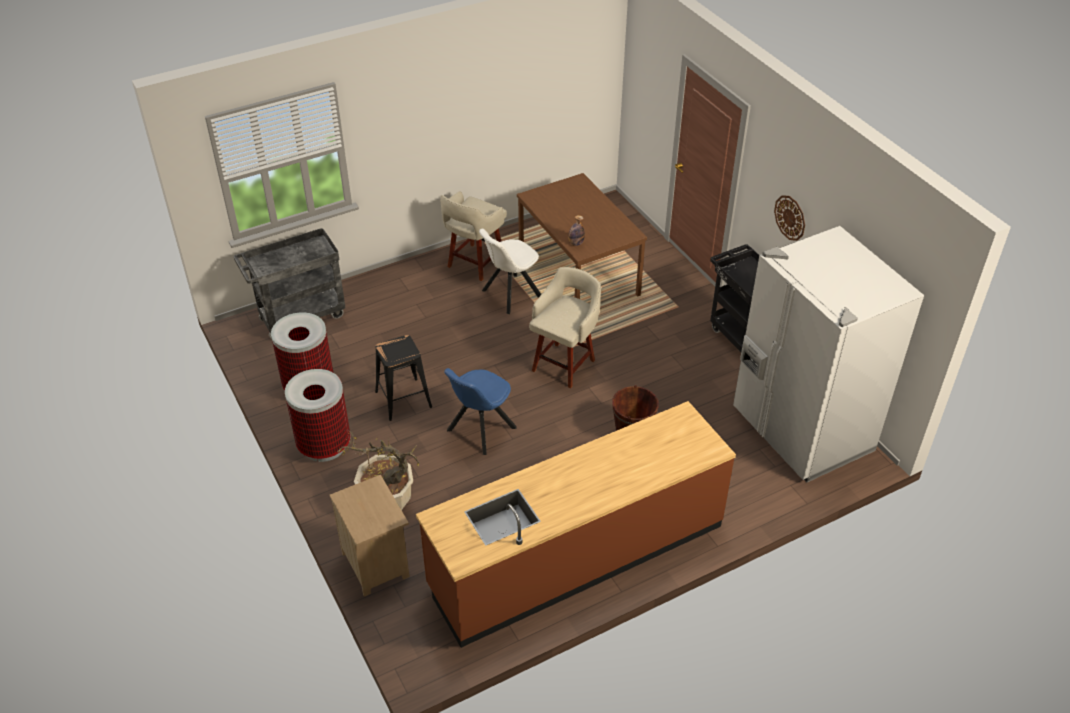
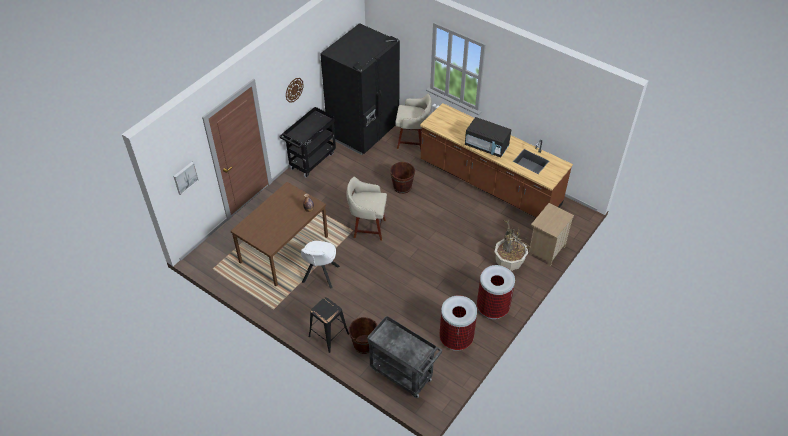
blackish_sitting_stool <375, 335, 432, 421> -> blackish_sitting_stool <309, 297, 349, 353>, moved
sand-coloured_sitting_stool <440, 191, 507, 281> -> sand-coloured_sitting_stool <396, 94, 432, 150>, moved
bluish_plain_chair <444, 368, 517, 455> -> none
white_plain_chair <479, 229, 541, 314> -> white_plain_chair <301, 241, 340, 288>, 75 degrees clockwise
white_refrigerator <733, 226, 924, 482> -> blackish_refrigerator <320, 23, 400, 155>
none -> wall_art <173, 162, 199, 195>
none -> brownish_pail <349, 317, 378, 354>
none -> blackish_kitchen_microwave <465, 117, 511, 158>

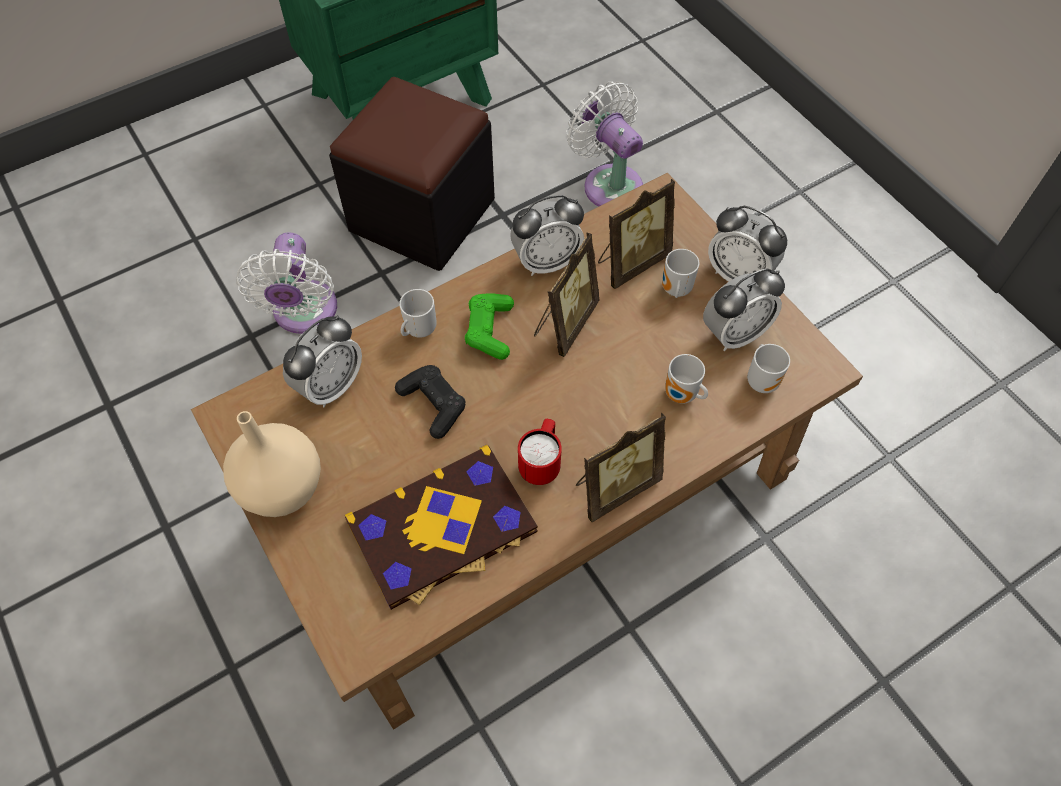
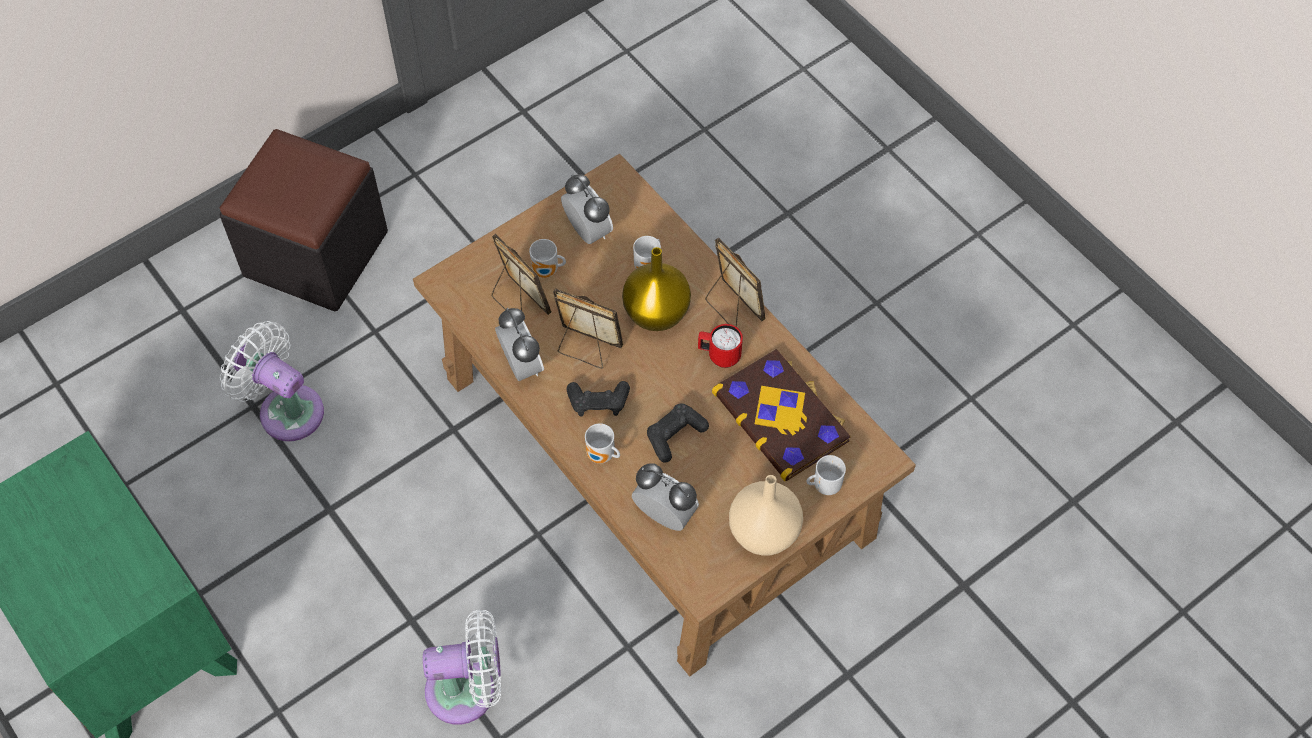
blackish_pouffe <329, 77, 495, 271> -> blackish_pouffe <219, 129, 388, 312>, moved
greenish_joypad <465, 293, 514, 360> -> blackish_joypad <566, 381, 630, 417>
white_fan <566, 82, 643, 207> -> white_fan <220, 321, 324, 441>, 75 degrees clockwise
table_clock <708, 206, 787, 282> -> none
mug <747, 344, 790, 393> -> mug <806, 455, 846, 495>, moved
none -> yellow-coloured_decorative_vase <622, 247, 691, 331>

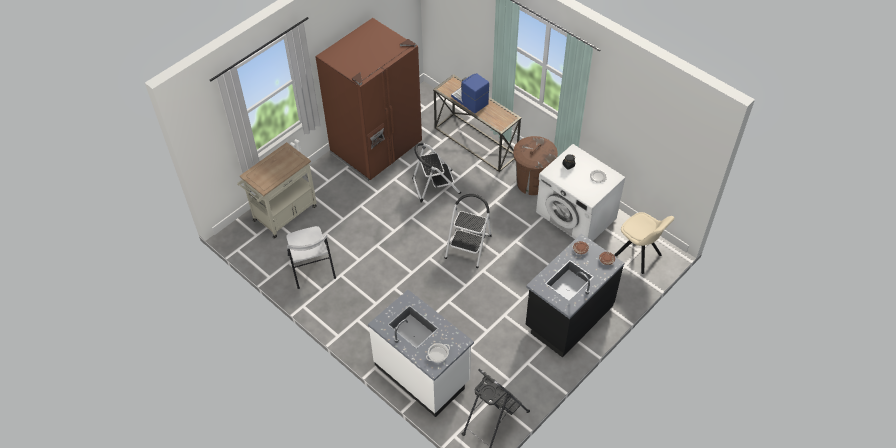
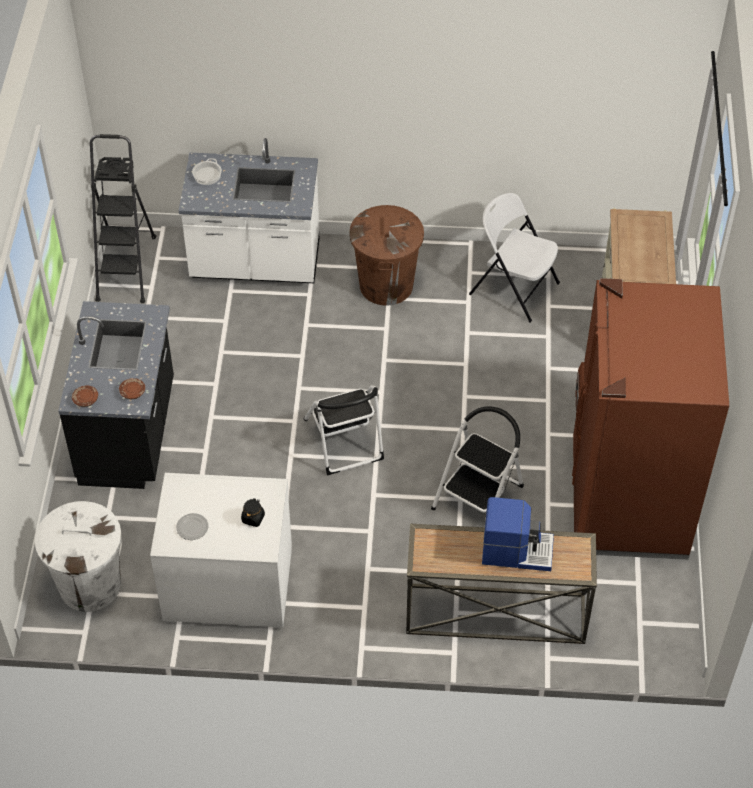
brownish_trash_can <513, 136, 558, 195> -> brownish_trash_can <349, 205, 424, 306>, moved
sand-coloured_plain_chair <614, 212, 674, 274> -> white_trash_can <35, 501, 122, 612>

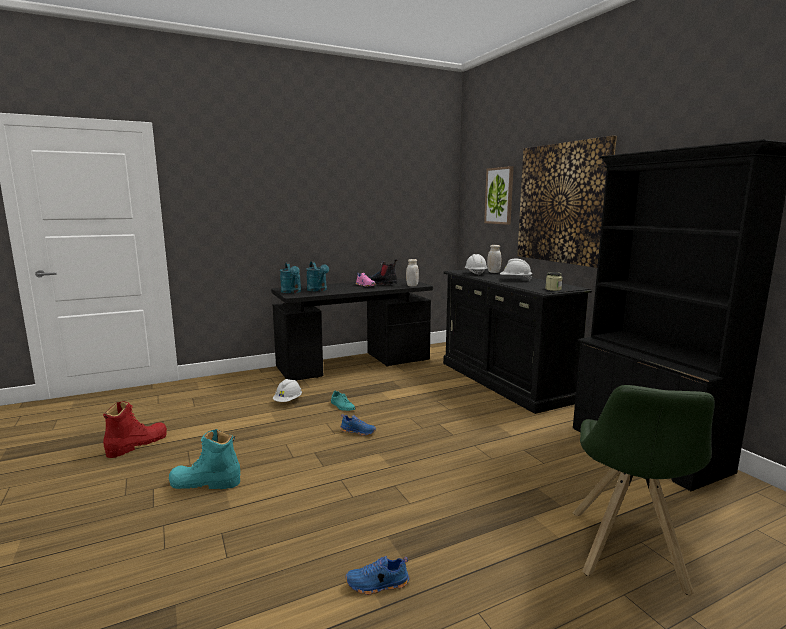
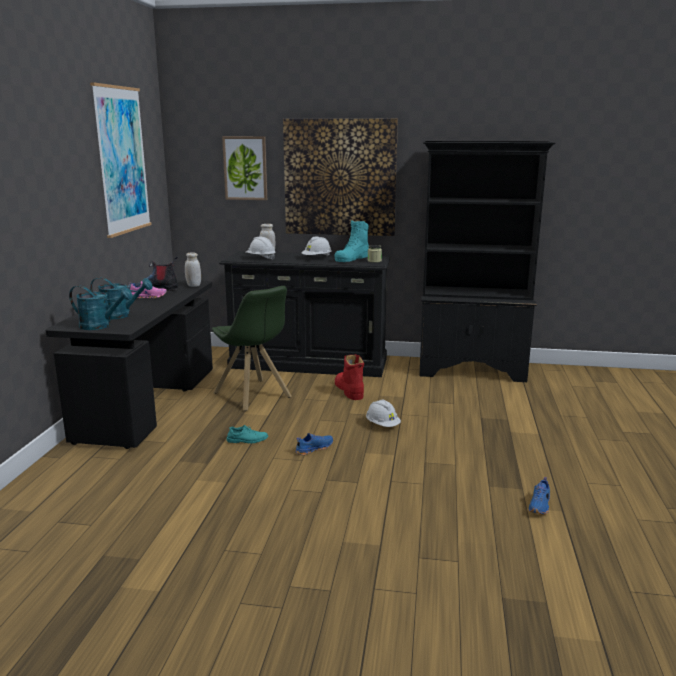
reddish_boot <103, 401, 167, 458> -> reddish_boot <335, 354, 364, 400>, moved
turquoise-coloured_boot <169, 429, 240, 489> -> turquoise-coloured_boot <334, 220, 369, 262>, moved
white_work_helmet <273, 379, 302, 402> -> white_work_helmet <366, 400, 401, 427>, moved
greenish_plain_chair <573, 385, 715, 596> -> greenish_plain_chair <212, 286, 291, 411>, moved
none -> wall_art <90, 82, 152, 238>

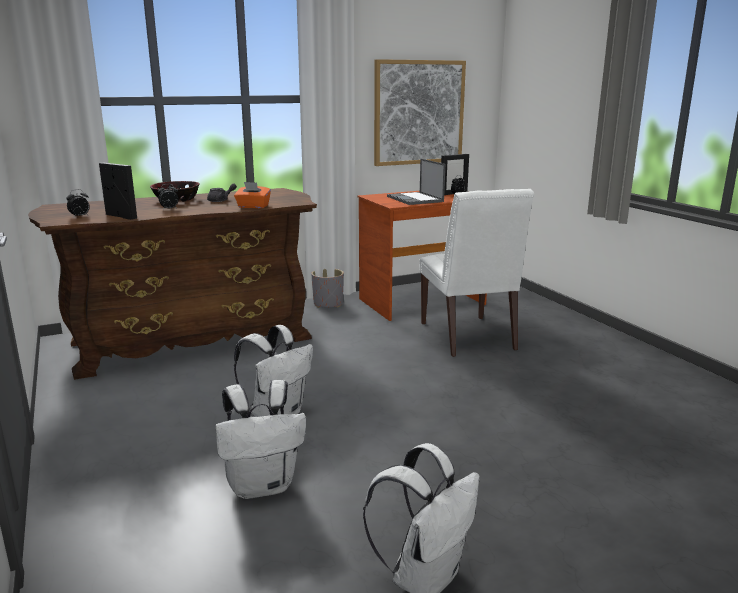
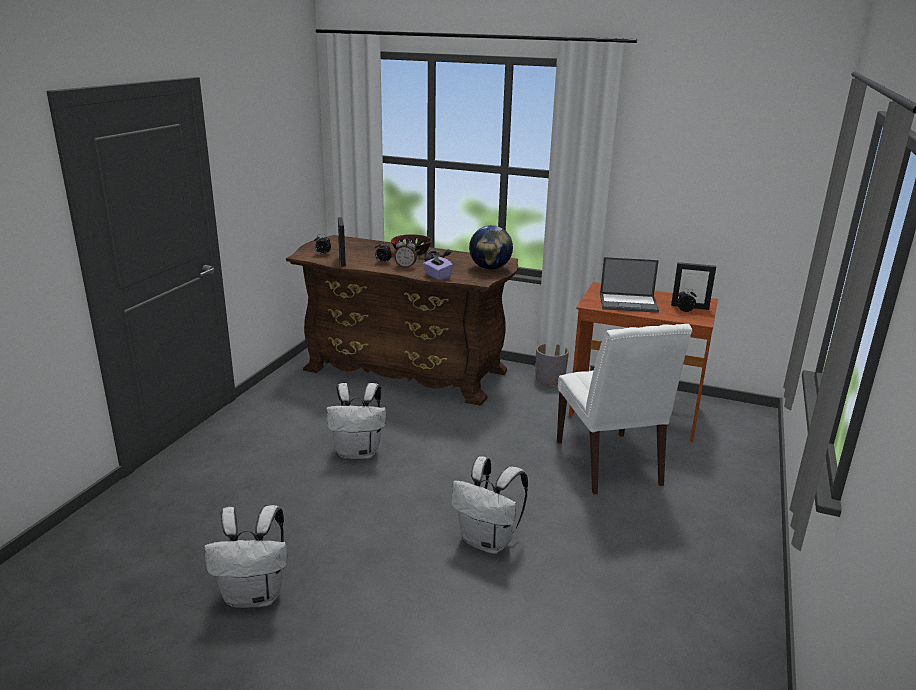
white_rucksack <216, 380, 306, 499> -> white_rucksack <451, 456, 528, 554>, moved
orangey_box_of_tissues <234, 182, 271, 208> -> purplish_box_of_tissues <423, 254, 453, 280>
wall_art <374, 59, 466, 166> -> none
laptop <387, 159, 445, 205> -> laptop <600, 257, 659, 313>, 105 degrees counterclockwise
white_plain_chair <419, 189, 534, 357> -> white_plain_chair <557, 324, 692, 494>, 45 degrees counterclockwise
none -> table_clock <394, 238, 417, 268>
none -> globe <469, 225, 513, 270>

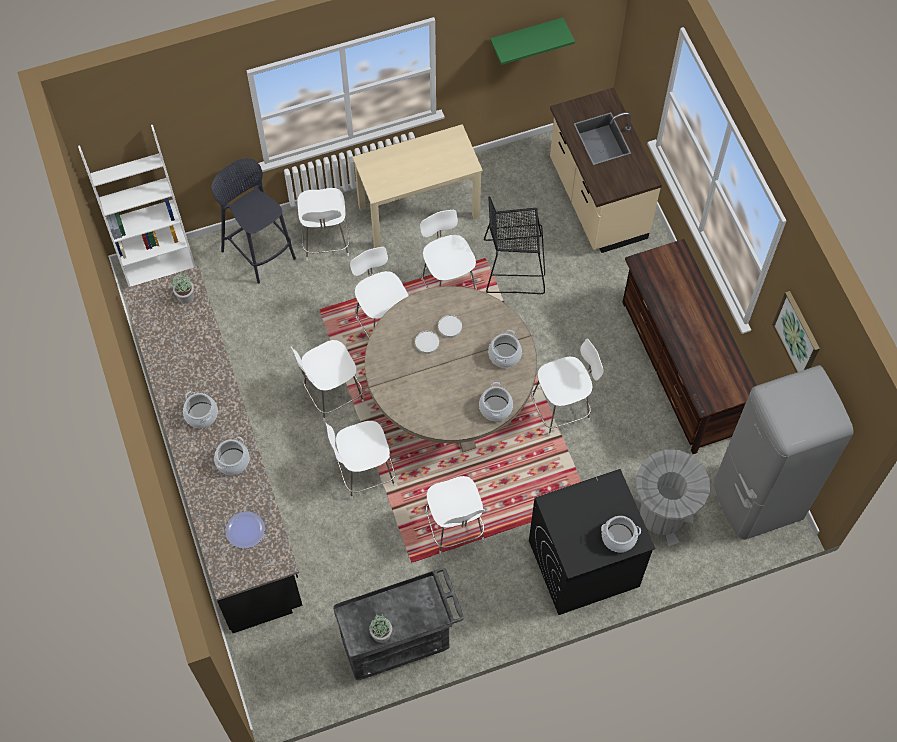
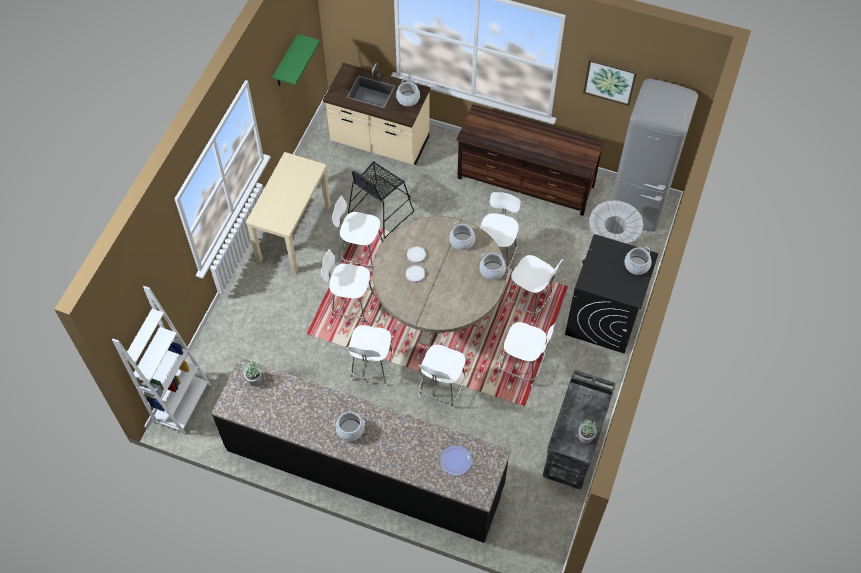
grey_sitting_stool <211, 158, 296, 284> -> none
cooking_pot <214, 437, 250, 475> -> cooking_pot <396, 79, 420, 106>, moved
white_plain_chair <297, 188, 350, 260> -> white_plain_chair <505, 255, 563, 320>, moved

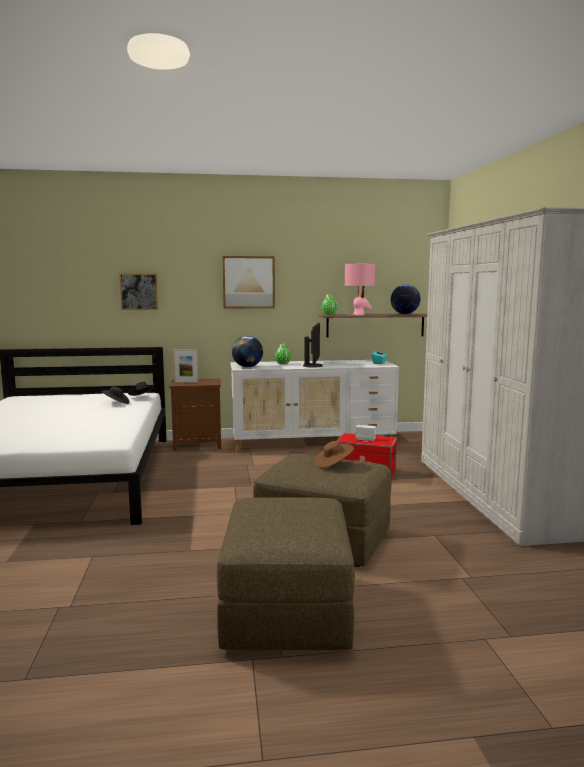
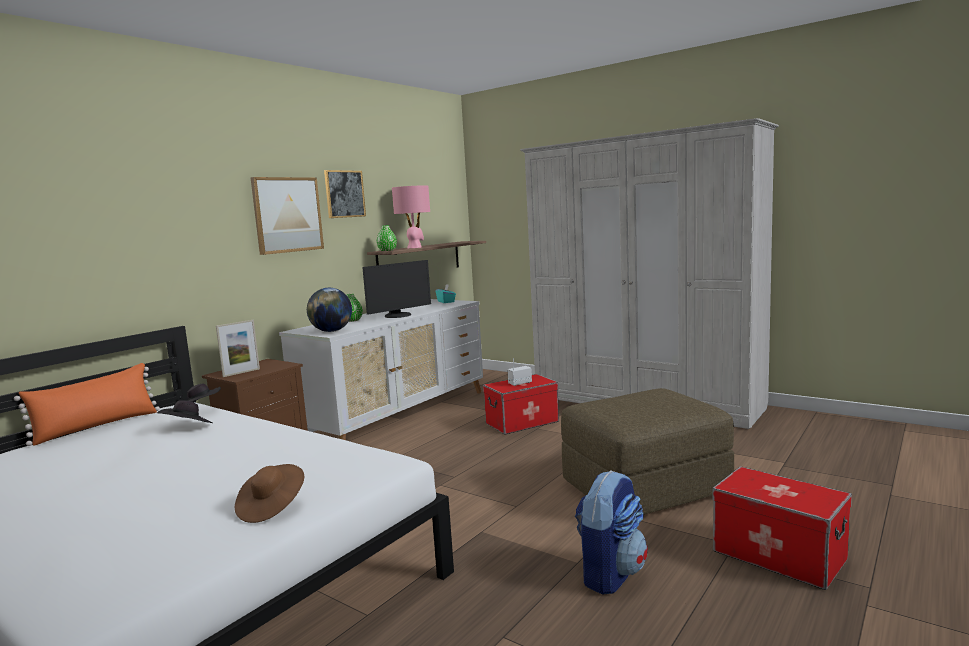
wall_art <119, 273, 158, 310> -> wall_art <324, 170, 366, 218>, moved
brownish_pouffe <217, 497, 355, 650> -> storage_box <712, 466, 852, 590>
computer_screen <303, 323, 323, 367> -> computer_screen <362, 260, 431, 318>, 90 degrees clockwise
brownish_hat <314, 441, 354, 468> -> brownish_hat <235, 464, 304, 523>, moved
globe <391, 284, 420, 314> -> none
none -> orangey_pillow <14, 363, 160, 446>
none -> rucksack <574, 470, 648, 595>

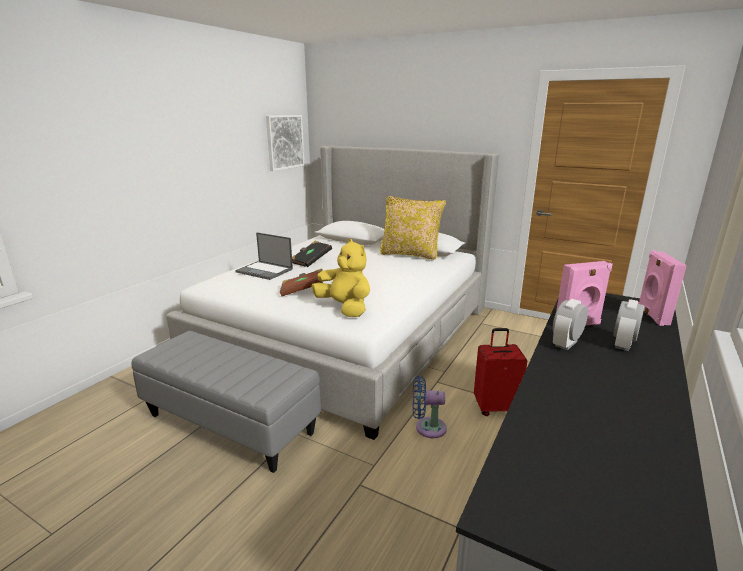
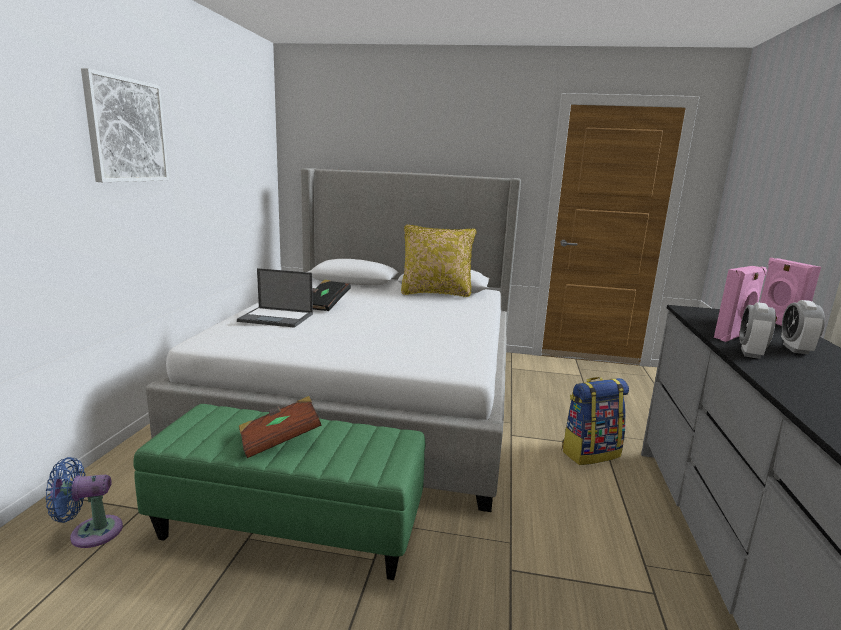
grey_pouffe <132, 331, 321, 473> -> greenish_pouffe <133, 404, 425, 580>
wall_art <266, 115, 305, 171> -> wall_art <81, 68, 169, 182>, moved
brownish_bound_book <280, 268, 323, 296> -> brownish_bound_book <239, 396, 322, 458>, moved
yellow-coloured_cuddly_toy <311, 239, 370, 317> -> none
bluish_fan <412, 376, 447, 438> -> bluish_fan <45, 457, 123, 548>, moved
reddish_travel_case <474, 328, 527, 416> -> rucksack <562, 377, 629, 465>

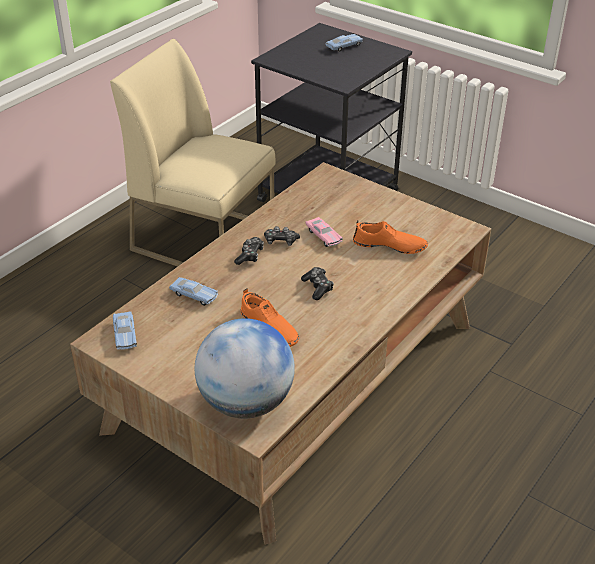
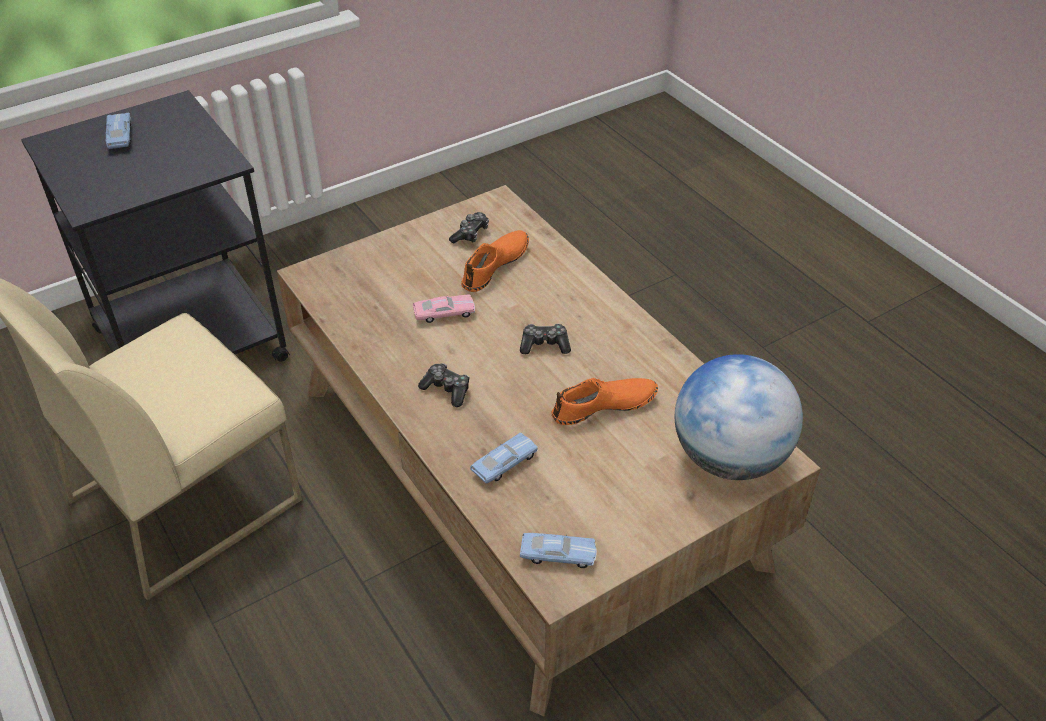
joypad <264, 226, 300, 246> -> joypad <449, 212, 489, 243>, moved

